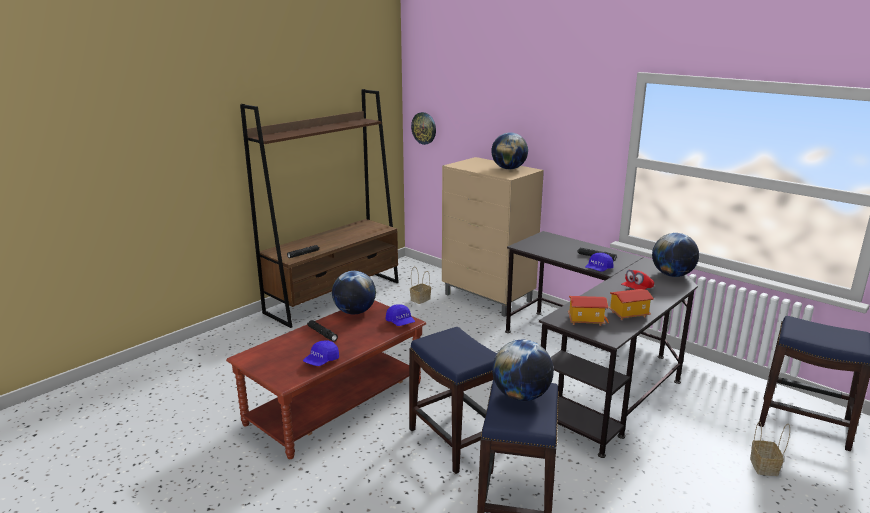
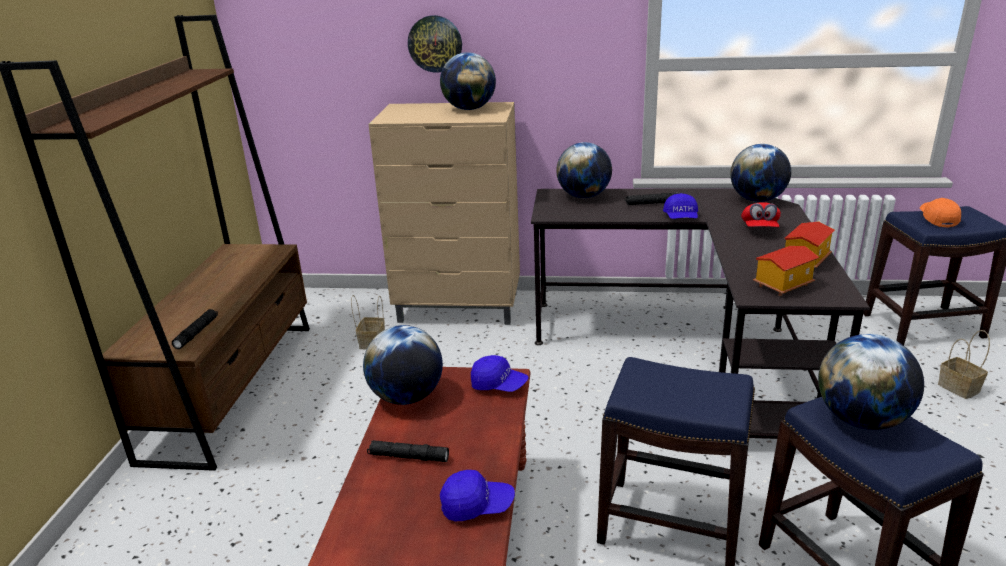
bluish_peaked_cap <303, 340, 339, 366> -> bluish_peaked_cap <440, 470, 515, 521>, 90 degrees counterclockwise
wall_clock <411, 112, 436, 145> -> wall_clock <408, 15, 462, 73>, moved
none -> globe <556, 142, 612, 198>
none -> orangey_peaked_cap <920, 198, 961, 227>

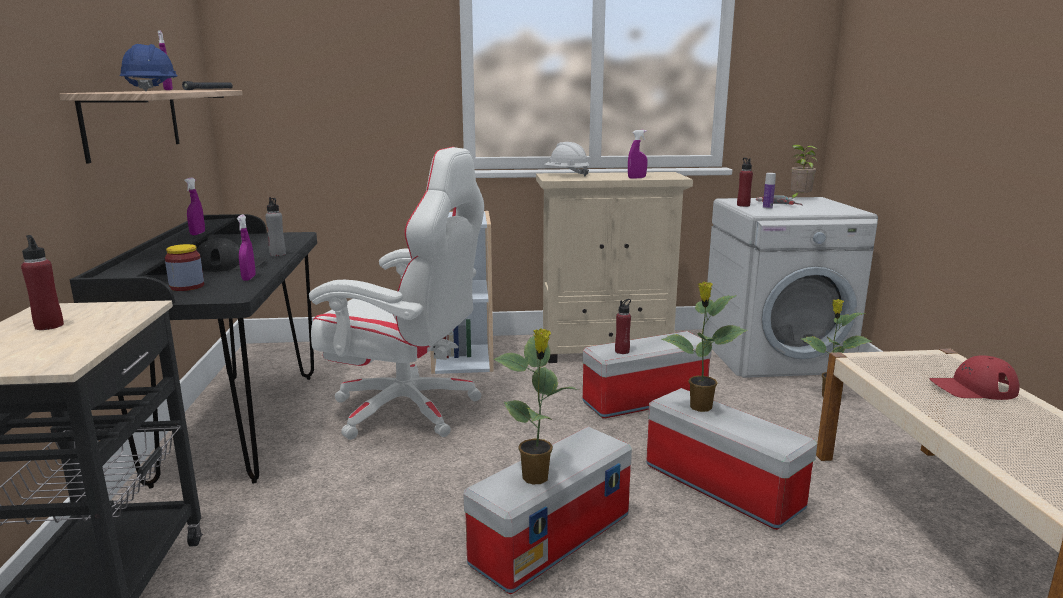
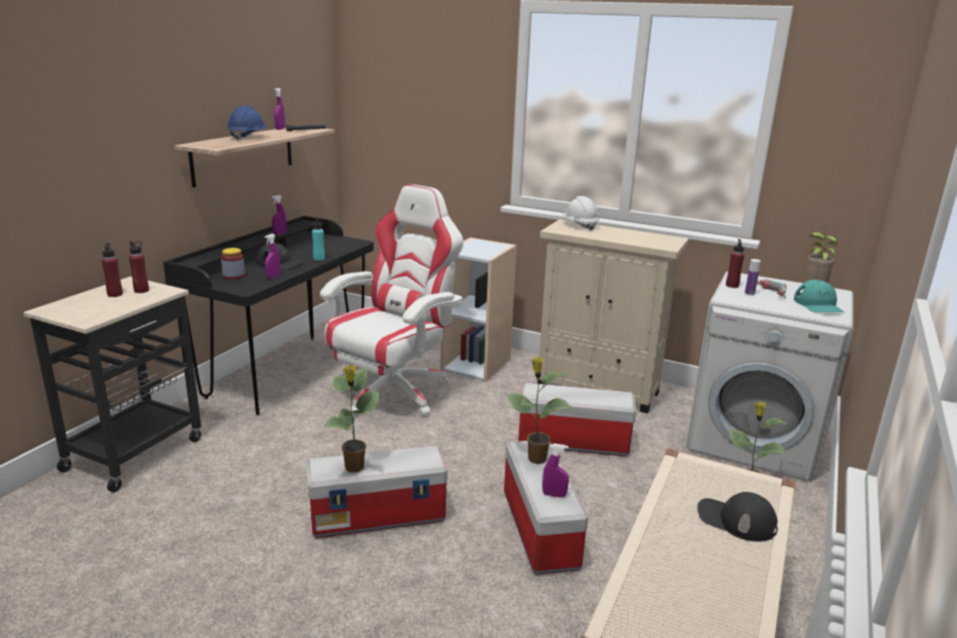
grey_drink_bottle <265, 197, 286, 256> -> turquoise-coloured_drink_bottle <312, 218, 325, 261>
white_office_chair <309, 147, 484, 440> -> white_office_chair <320, 185, 463, 417>, 105 degrees counterclockwise
reddish_drink_bottle <615, 299, 631, 354> -> reddish_drink_bottle <129, 241, 149, 293>, moved
purplish_spray_bottle <628, 130, 647, 179> -> purplish_spray_bottle <542, 443, 569, 498>, moved
reddish_peaked_cap <930, 356, 1020, 400> -> blackish_peaked_cap <697, 492, 778, 542>
none -> turquoise-coloured_peaked_cap <794, 280, 844, 312>

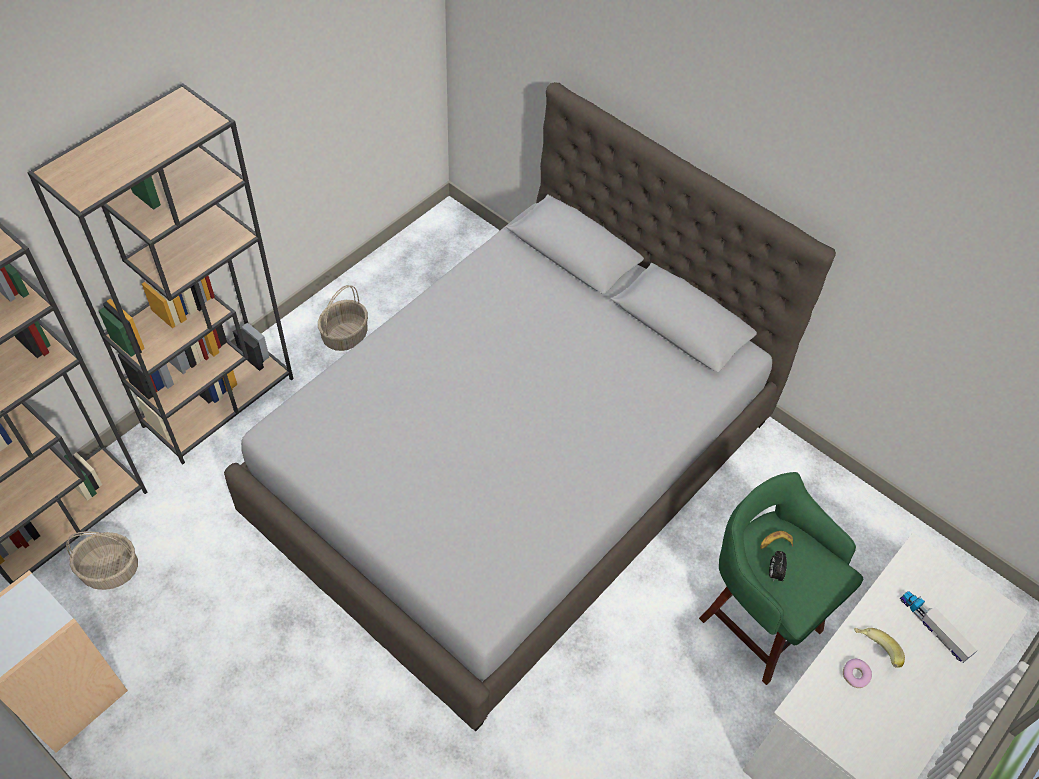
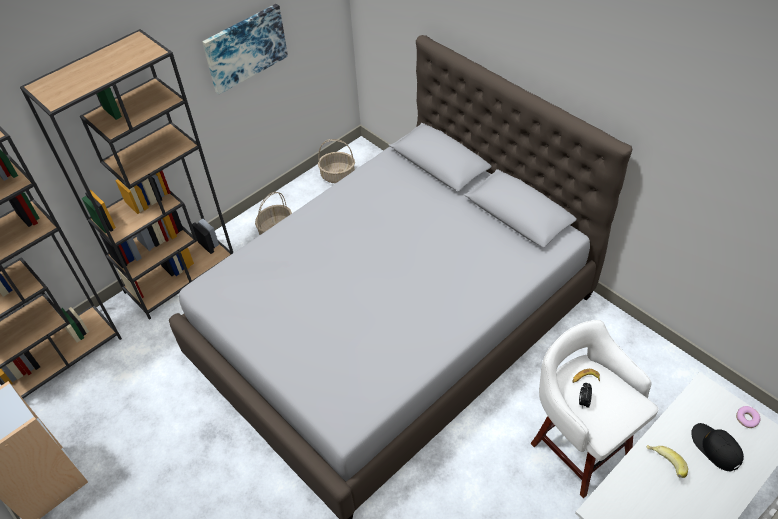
basket <66, 532, 138, 590> -> basket <318, 139, 355, 184>, moved
greenish_sitting_stool <699, 472, 863, 685> -> white_sitting_stool <531, 320, 659, 498>
doughnut <843, 659, 872, 688> -> doughnut <736, 406, 761, 428>, moved
model_truck <900, 591, 977, 663> -> blackish_peaked_cap <691, 423, 744, 472>
none -> wall_art <202, 4, 288, 94>

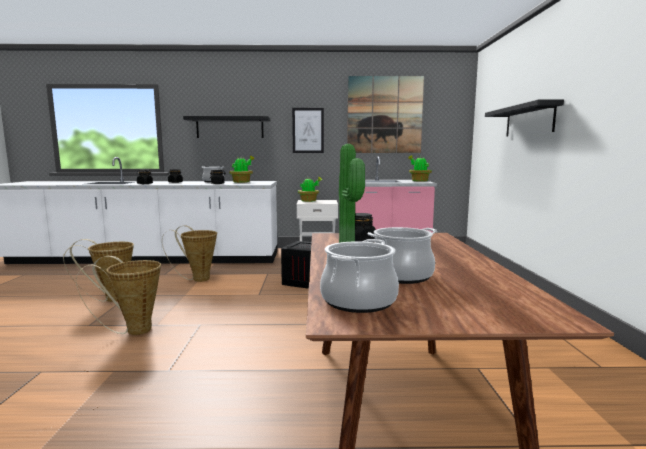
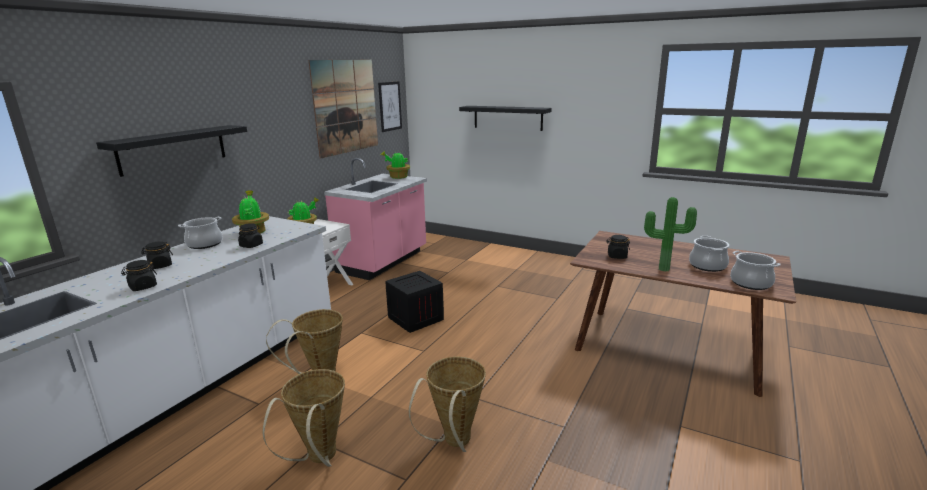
wall_art <292, 108, 324, 153> -> wall_art <378, 81, 402, 132>, moved

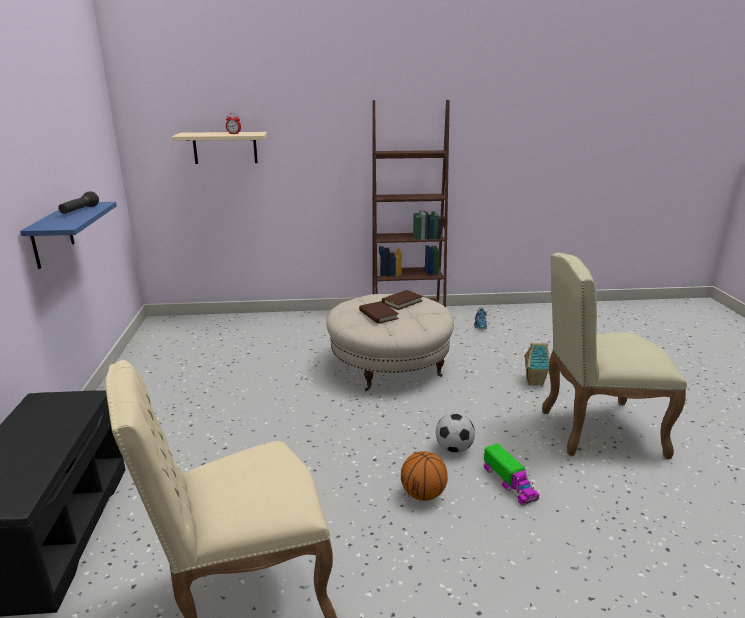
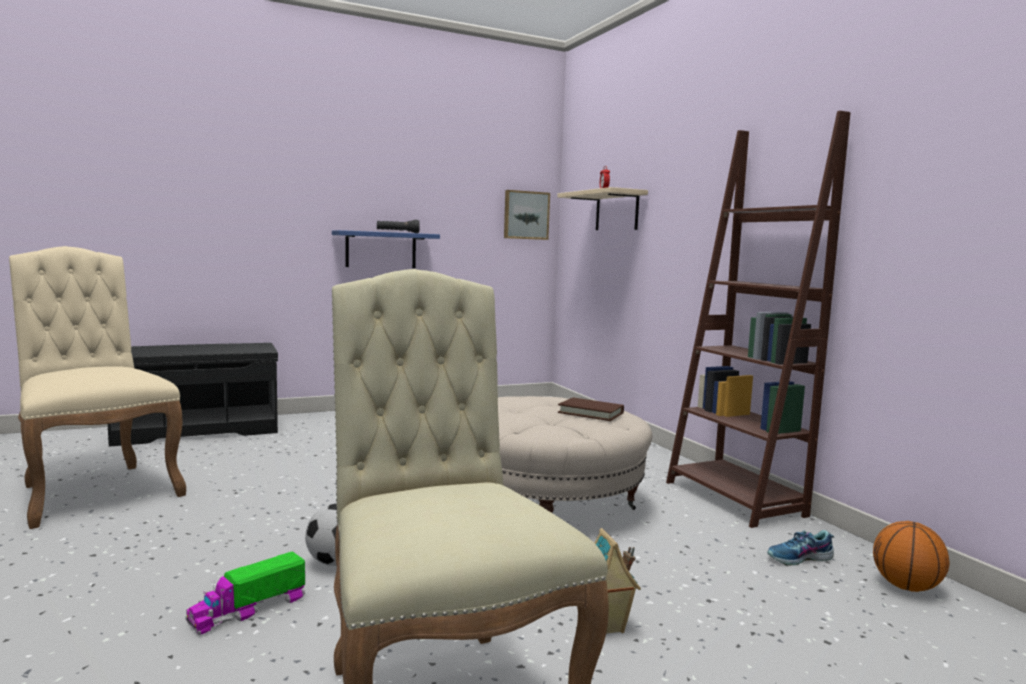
brownish_bound_book <359, 301, 399, 324> -> none
basketball_ball <401, 451, 448, 501> -> basketball_ball <873, 521, 950, 592>, moved
none -> wall_art <504, 190, 550, 240>

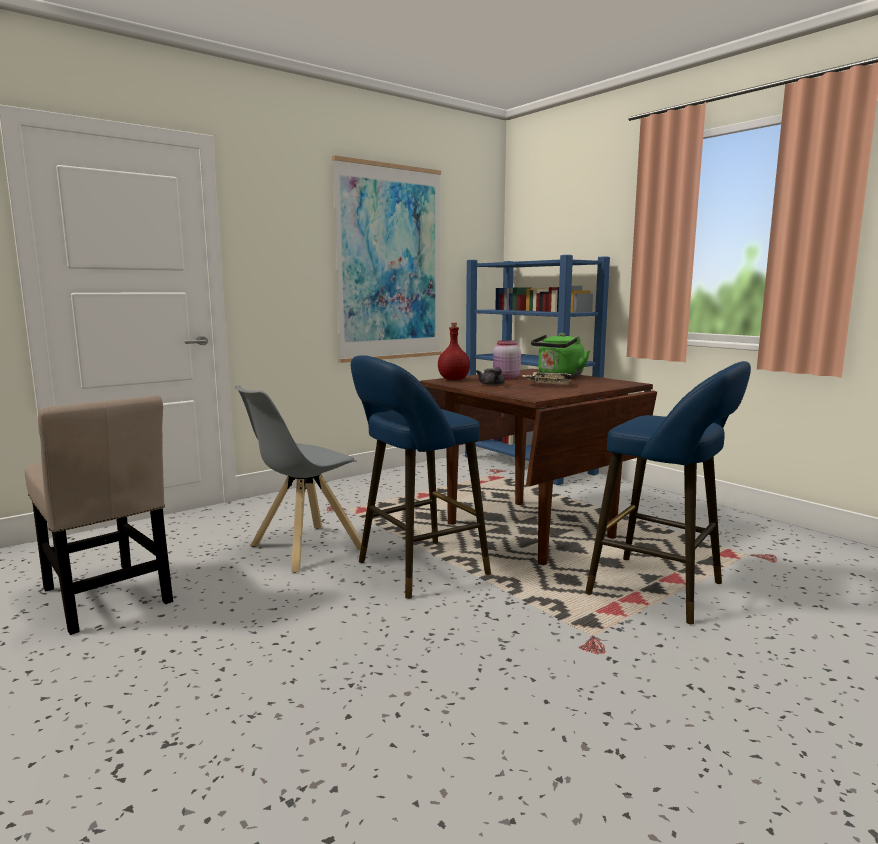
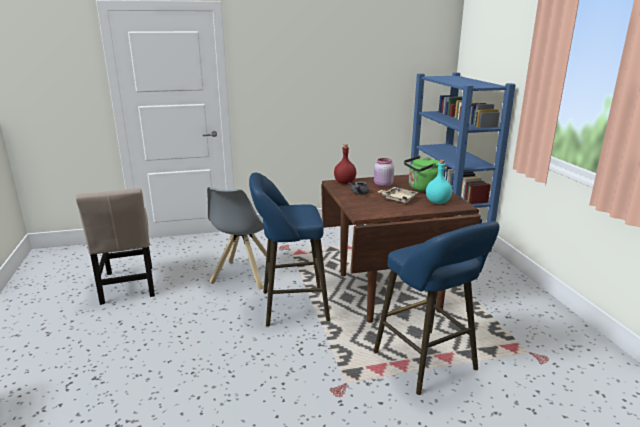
grey_plain_chair <235, 385, 362, 573> -> grey_plain_chair <207, 187, 267, 289>, 60 degrees counterclockwise
wall_art <332, 155, 441, 363> -> none
none -> turquoise-coloured_drink_bottle <426, 160, 452, 204>

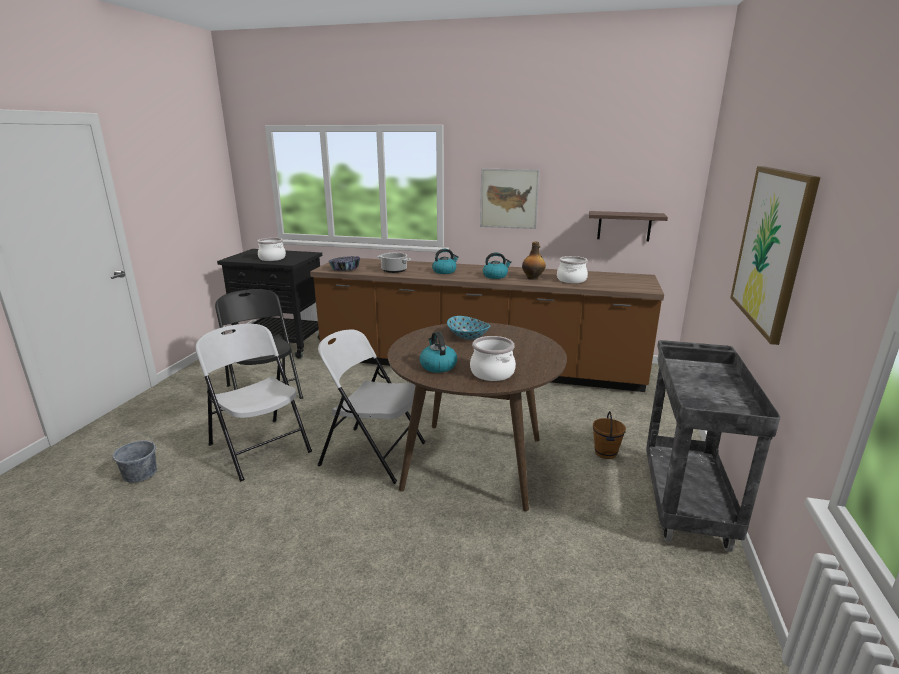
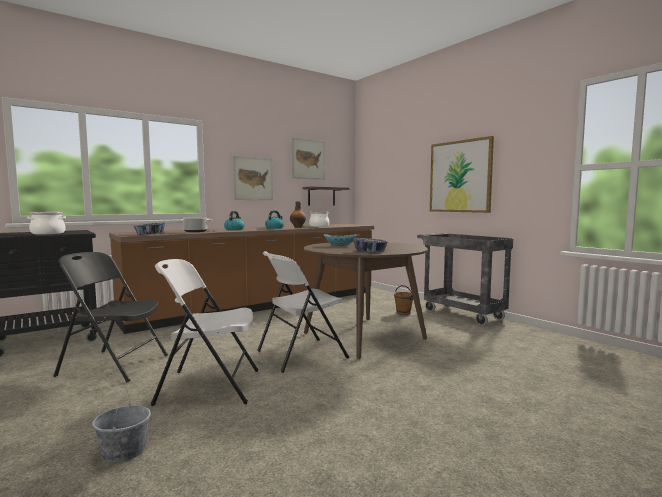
water_kettle <419, 332, 457, 373> -> bowl <353, 238, 388, 252>
cooking_pot <470, 336, 516, 381> -> none
none -> wall_art <291, 138, 325, 180>

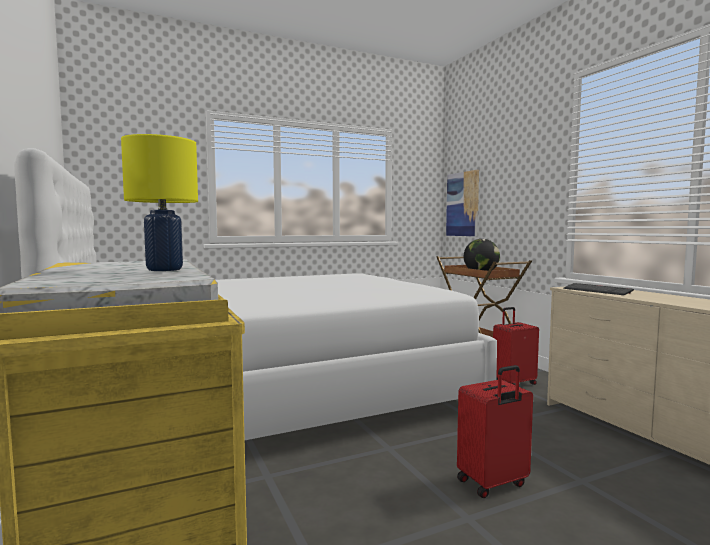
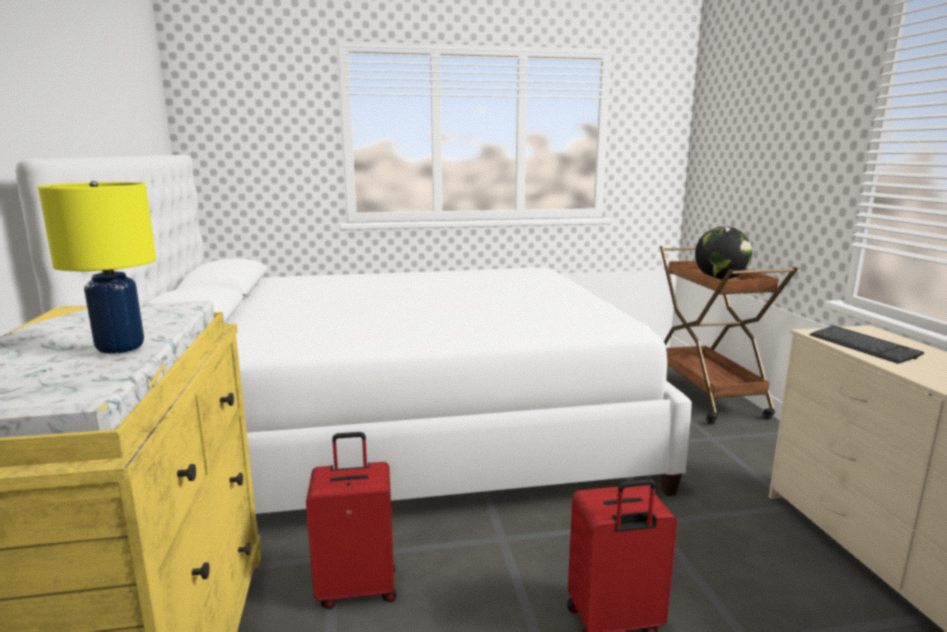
wall_art <446, 170, 479, 236> -> none
reddish_travel_case <493, 307, 539, 385> -> reddish_travel_case <306, 432, 396, 609>, moved

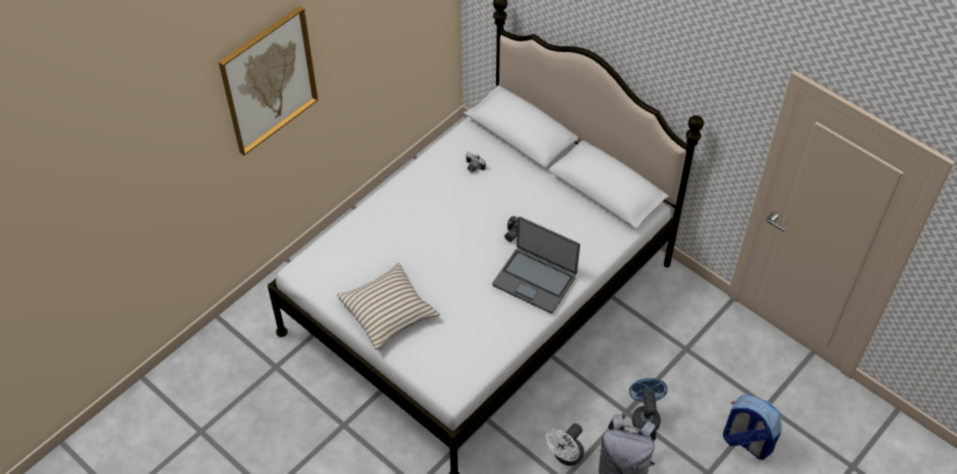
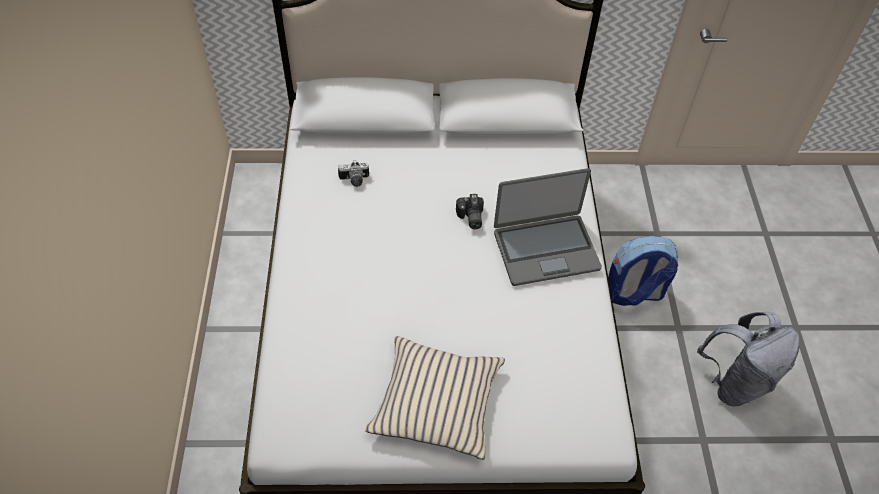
wall_art <219, 6, 318, 155> -> none
white_fan <546, 423, 584, 466> -> none
bluish_fan <629, 378, 668, 431> -> none
rucksack <723, 394, 782, 460> -> rucksack <608, 236, 678, 306>, moved

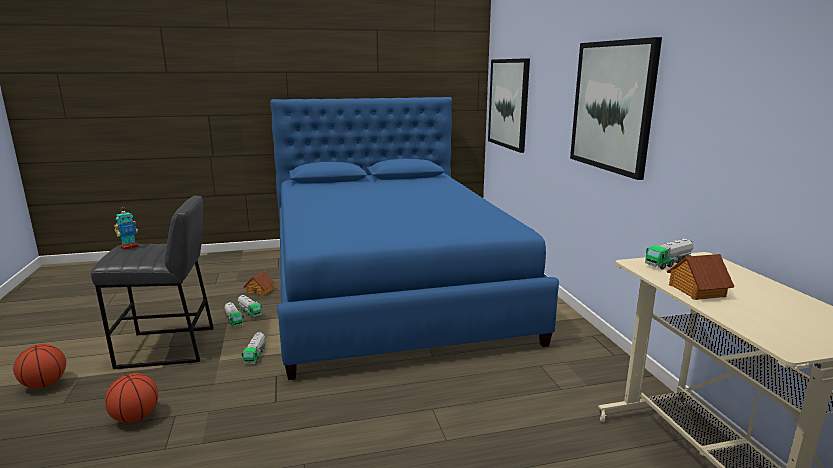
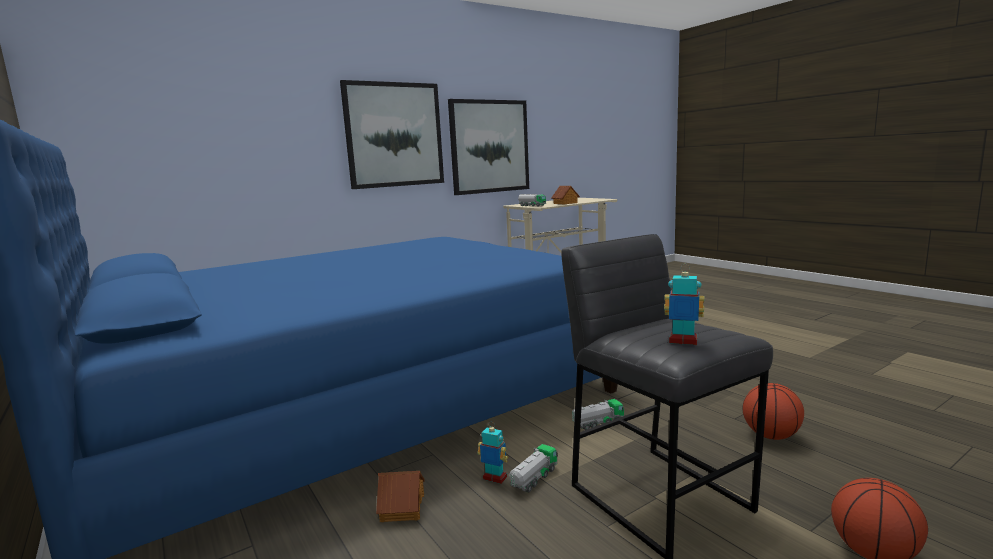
model_truck <238, 295, 262, 318> -> toy_robot <478, 424, 508, 484>
wall_art <488, 58, 530, 153> -> wall_art <448, 99, 529, 195>, moved

